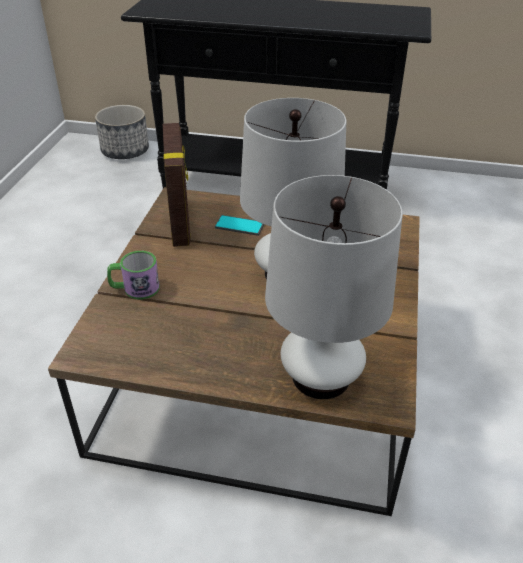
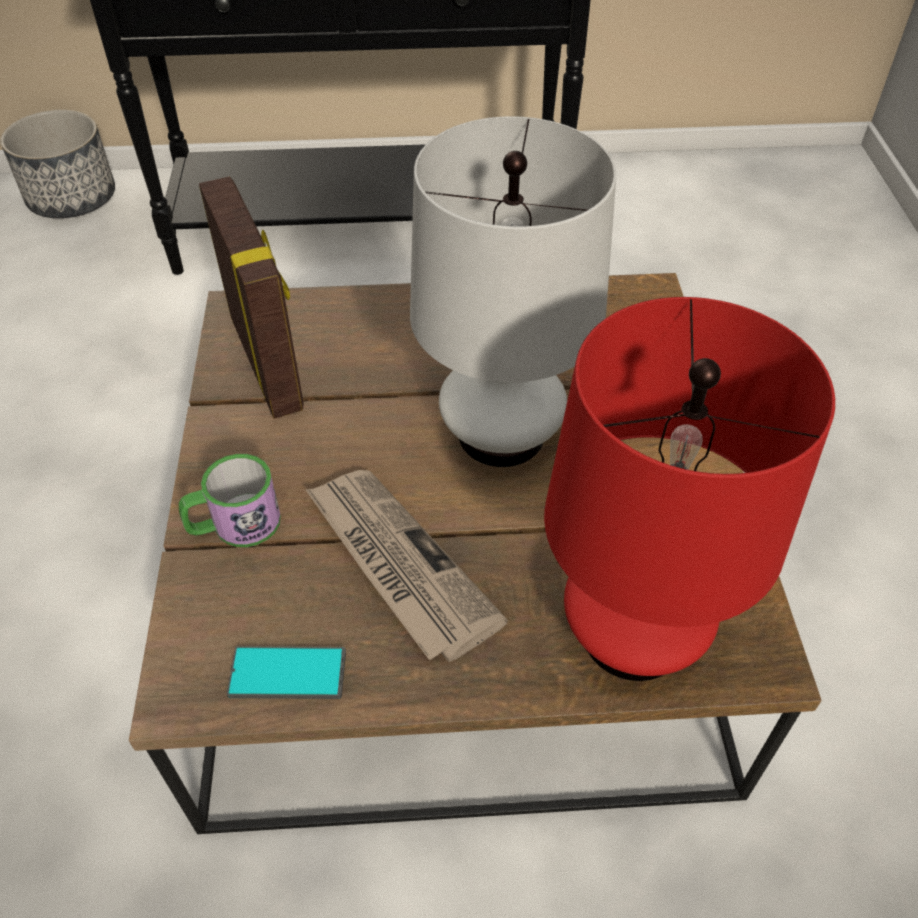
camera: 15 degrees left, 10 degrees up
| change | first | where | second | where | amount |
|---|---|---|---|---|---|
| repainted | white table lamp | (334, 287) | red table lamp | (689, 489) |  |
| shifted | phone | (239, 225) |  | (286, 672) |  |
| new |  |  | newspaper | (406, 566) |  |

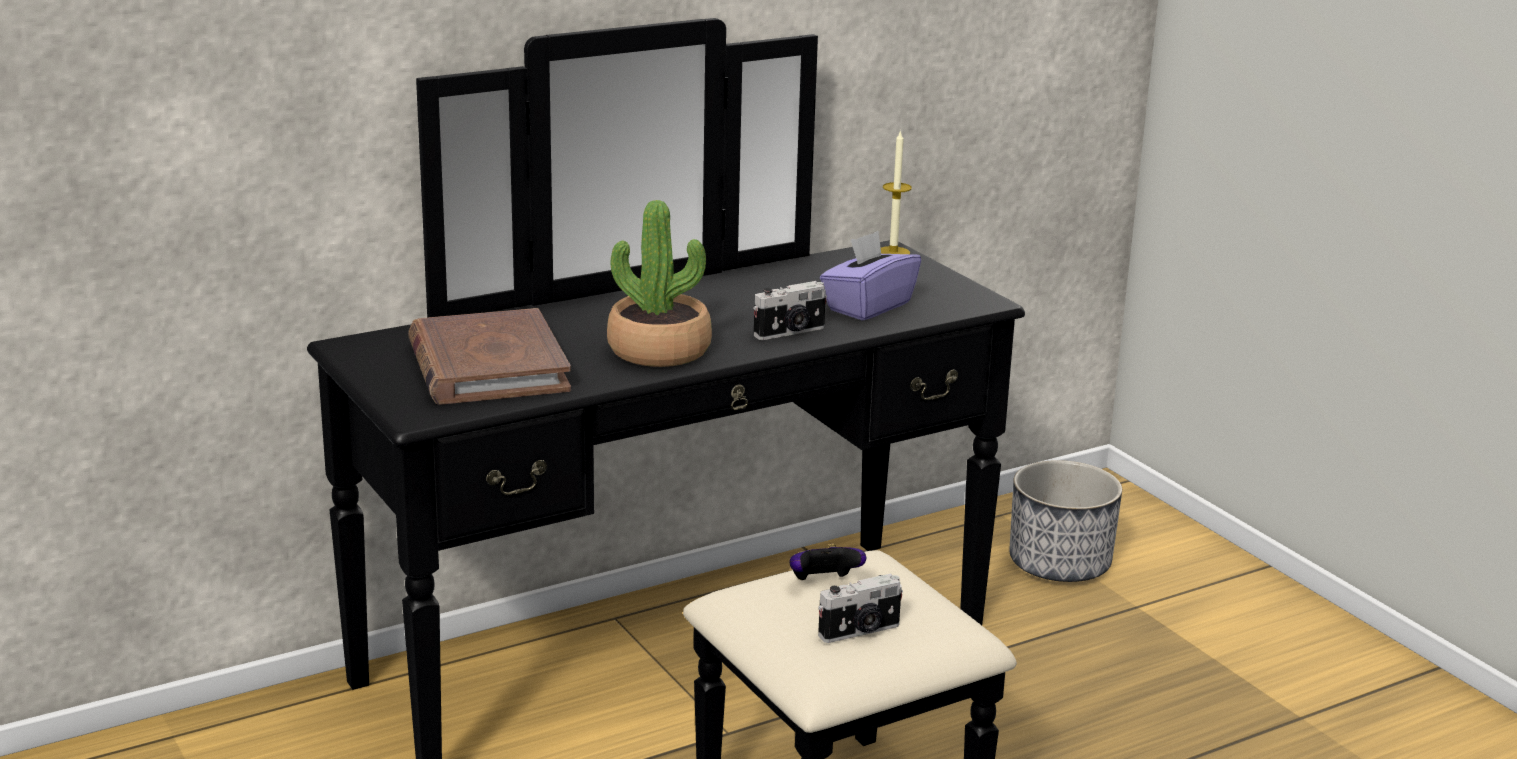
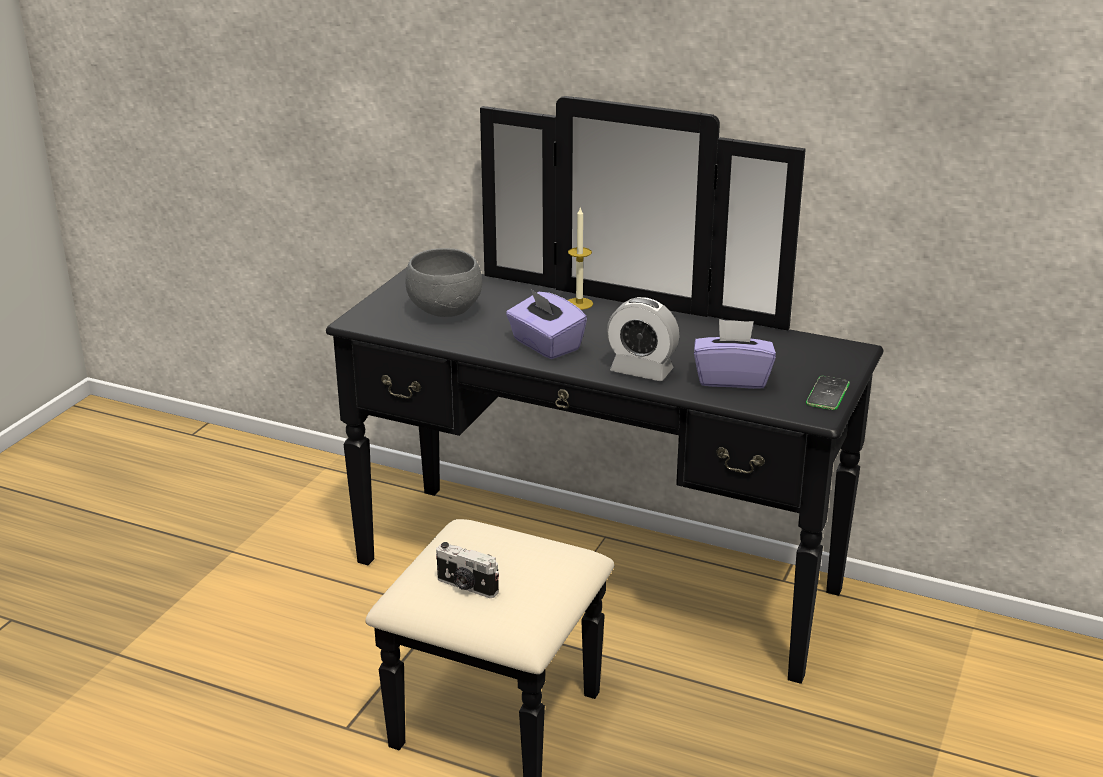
camera: 55 degrees right, 5 degrees up
| change | first | where | second | where | amount |
|---|---|---|---|---|---|
| shifted | candle | (896, 192) |  | (580, 259) |  |
| swapped | potted plant | (659, 283) | purple tissue box | (546, 323) |  |
| swapped | photo camera | (790, 310) | alarm clock | (643, 339) |  |
| swapped | brown book | (489, 356) | grey bowl | (444, 282) |  |
| gone | planter | (1065, 521) |  |  |  |
| gone | game controller | (828, 562) |  |  |  |
| new |  |  | phone | (828, 393) |  |

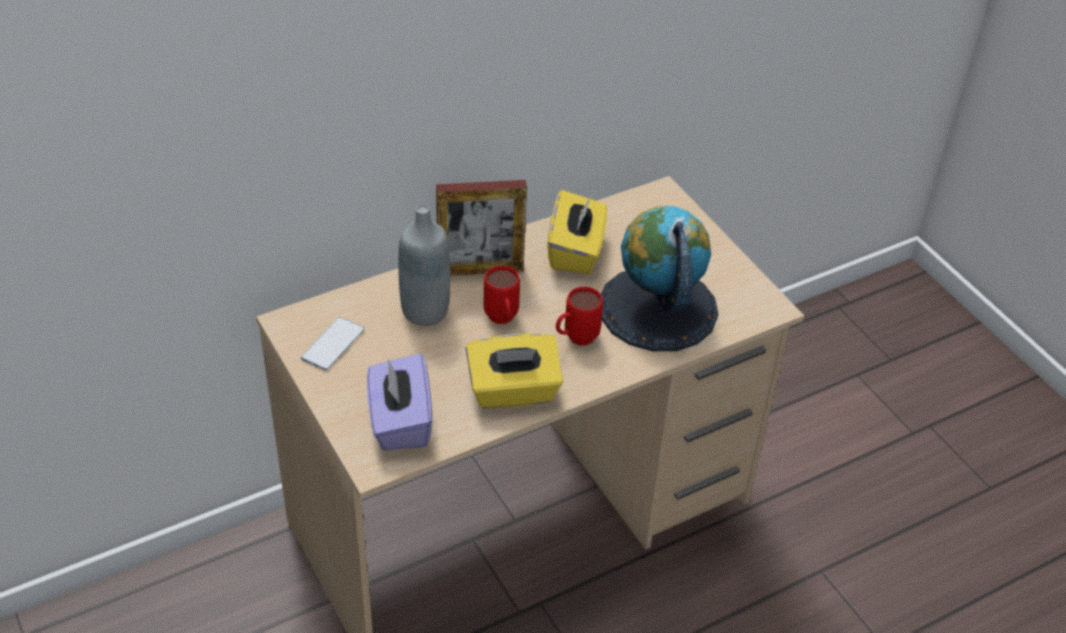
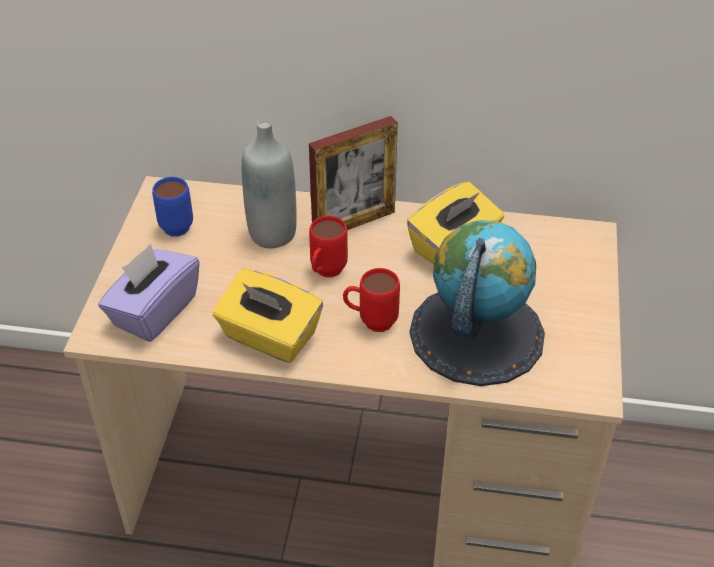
camera: 40 degrees right, 0 degrees up
| change | first | where | second | where | amount |
|---|---|---|---|---|---|
| rotated | picture frame | (481, 228) |  | (353, 173) | 60 degrees counterclockwise |
| swapped | phone | (332, 343) | blue mug | (172, 207) |  |

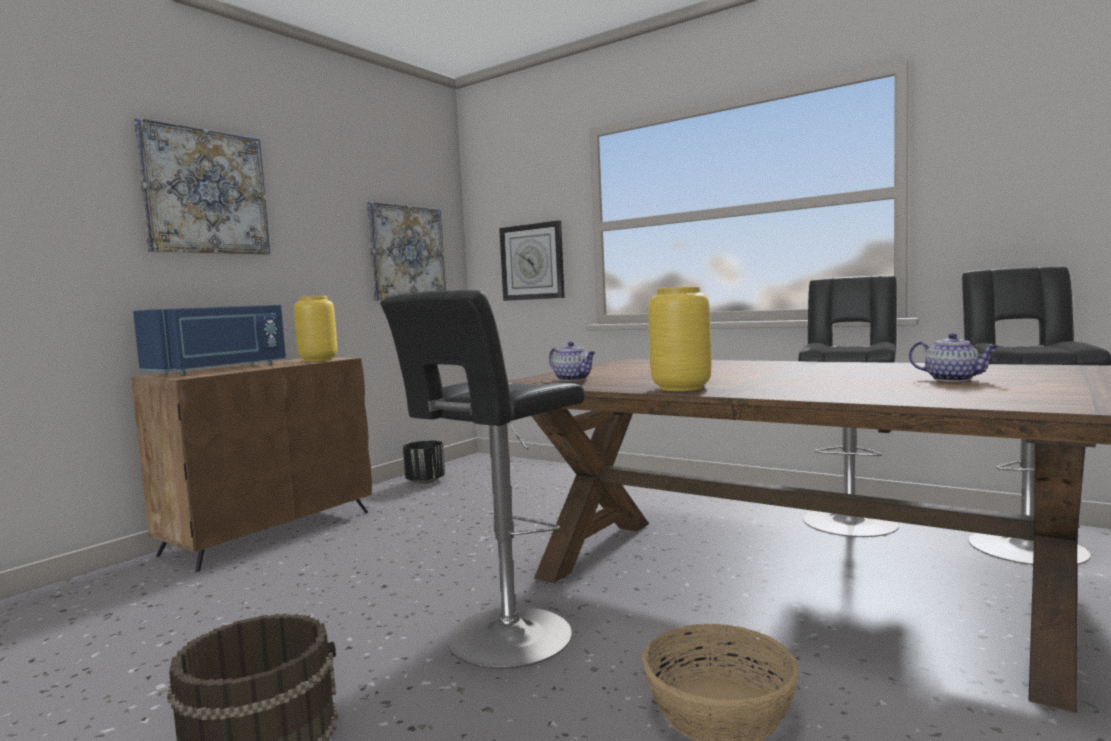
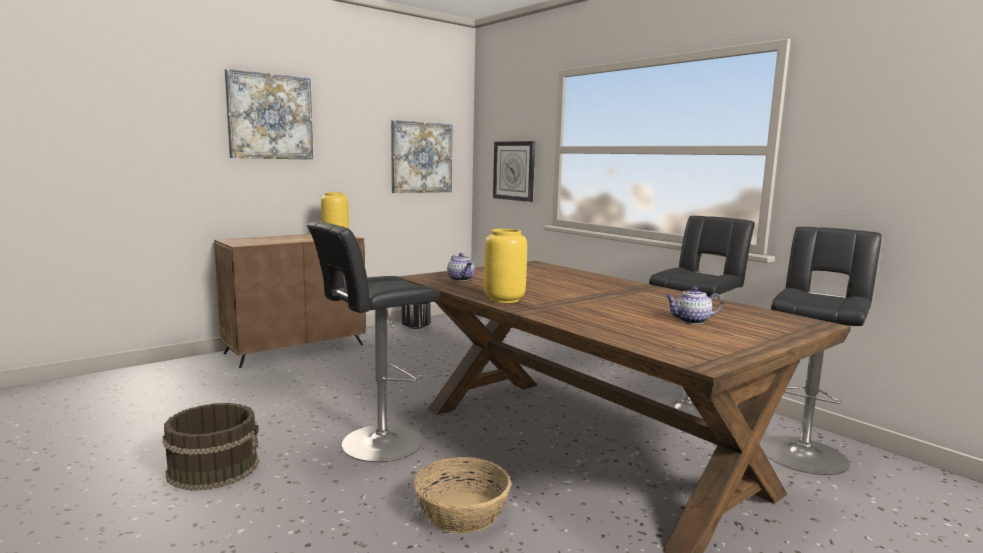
camera: 15 degrees right, 5 degrees up
| change | first | where | second | where | amount |
|---|---|---|---|---|---|
| gone | blue microwave | (209, 340) |  |  |  |
| rotated | teapot | (954, 357) |  | (694, 305) | 120 degrees clockwise |

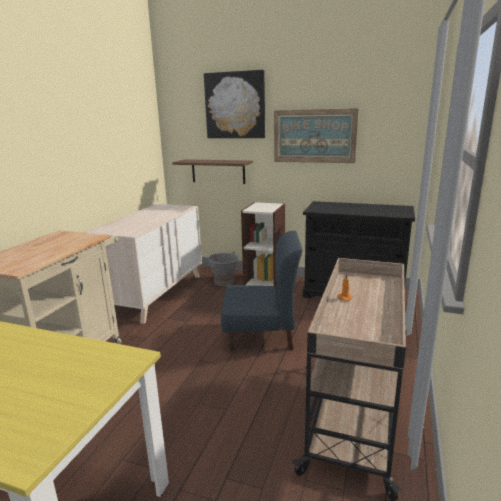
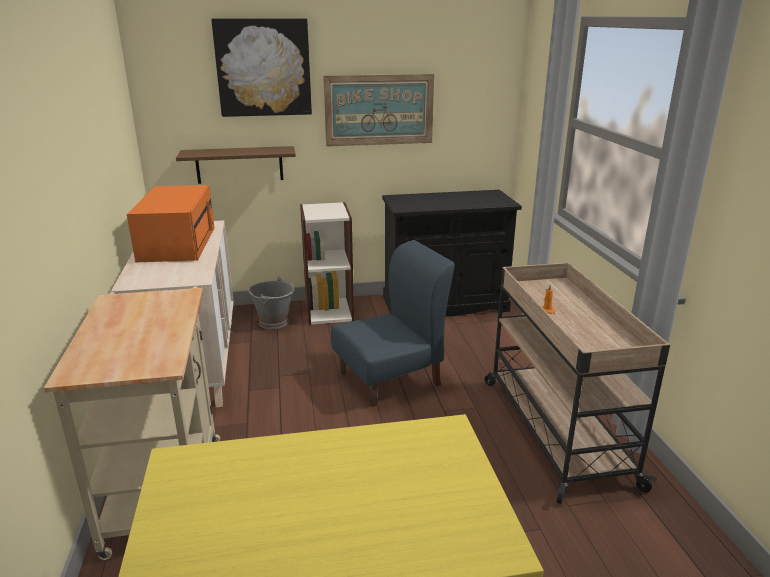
camera: 30 degrees left, 5 degrees up
| change | first | where | second | where | amount |
|---|---|---|---|---|---|
| new |  |  | orange microwave | (171, 224) |  |

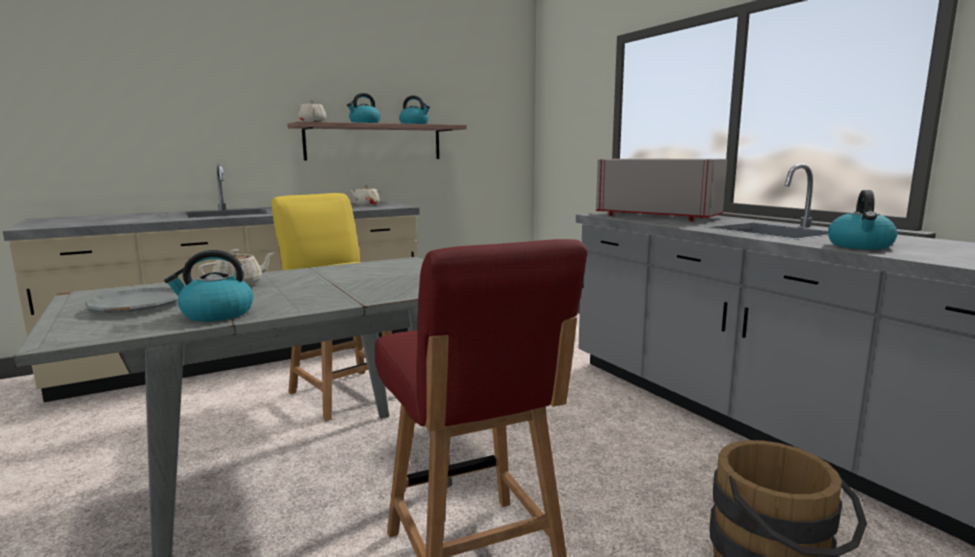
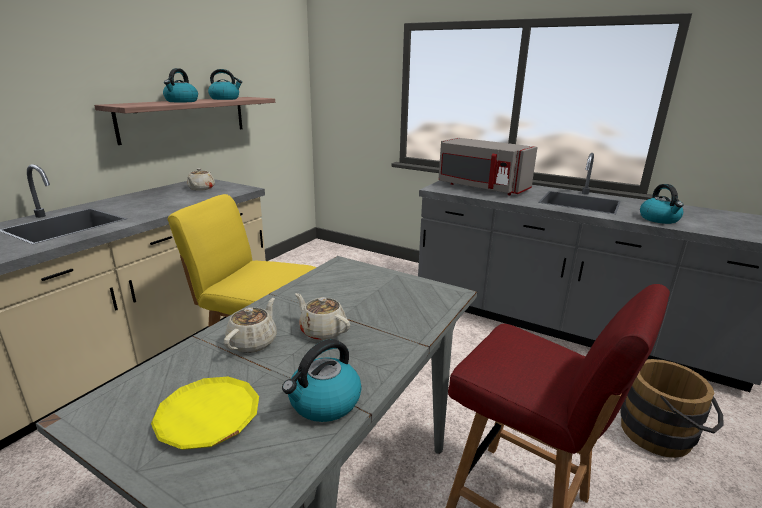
camera: 30 degrees left, 10 degrees up
| change | first | where | second | where | amount |
|---|---|---|---|---|---|
| shifted | beige teapot | (312, 111) |  | (322, 316) |  |
| rotated | grey microwave | (661, 190) |  | (488, 166) | 150 degrees counterclockwise |
| repainted | grey plate | (131, 300) | yellow plate | (205, 413) |  |

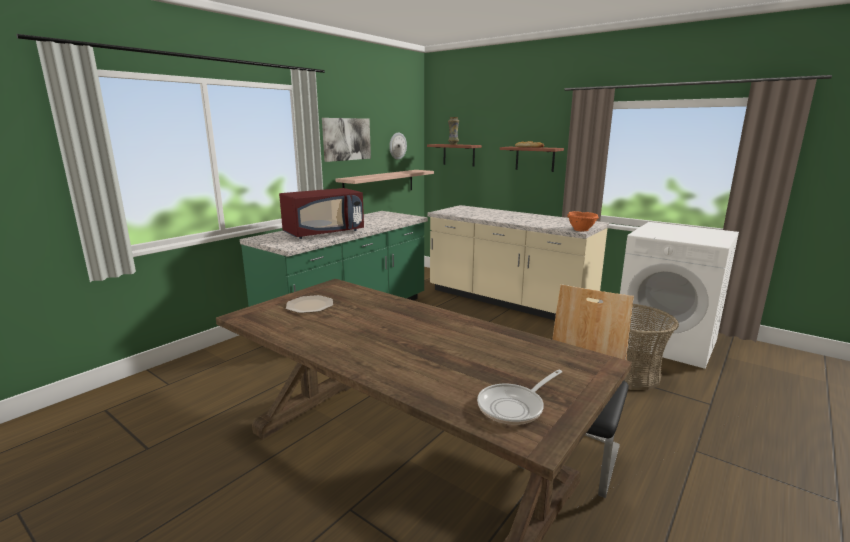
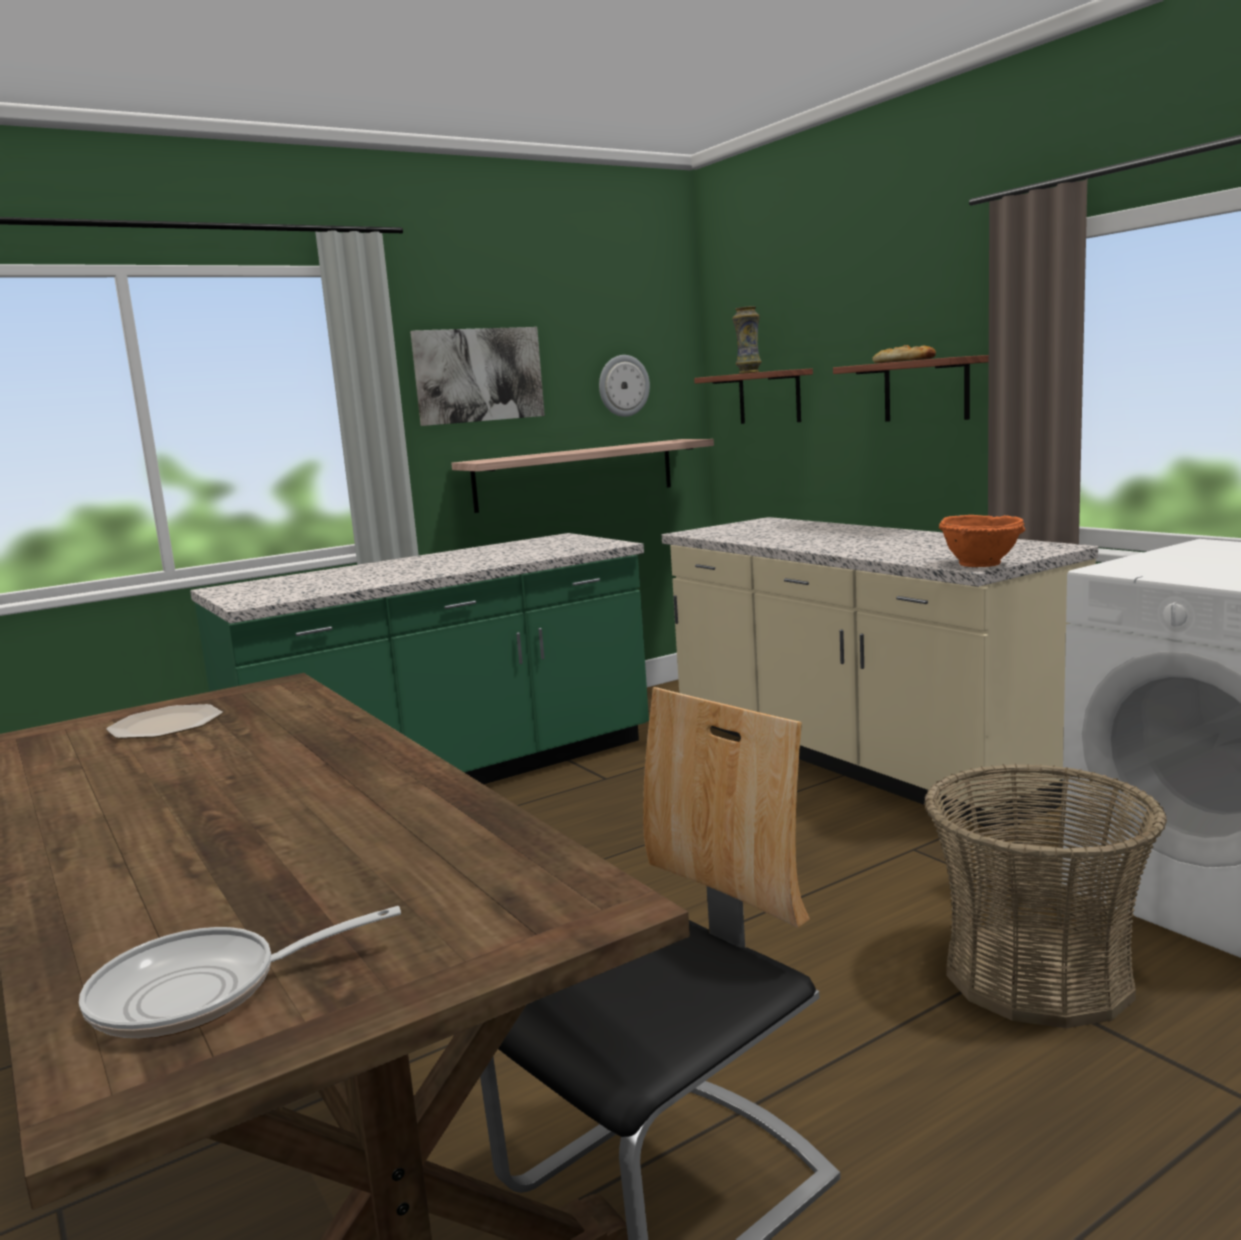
camera: 20 degrees right, 5 degrees down
| change | first | where | second | where | amount |
|---|---|---|---|---|---|
| gone | red microwave | (321, 213) |  |  |  |

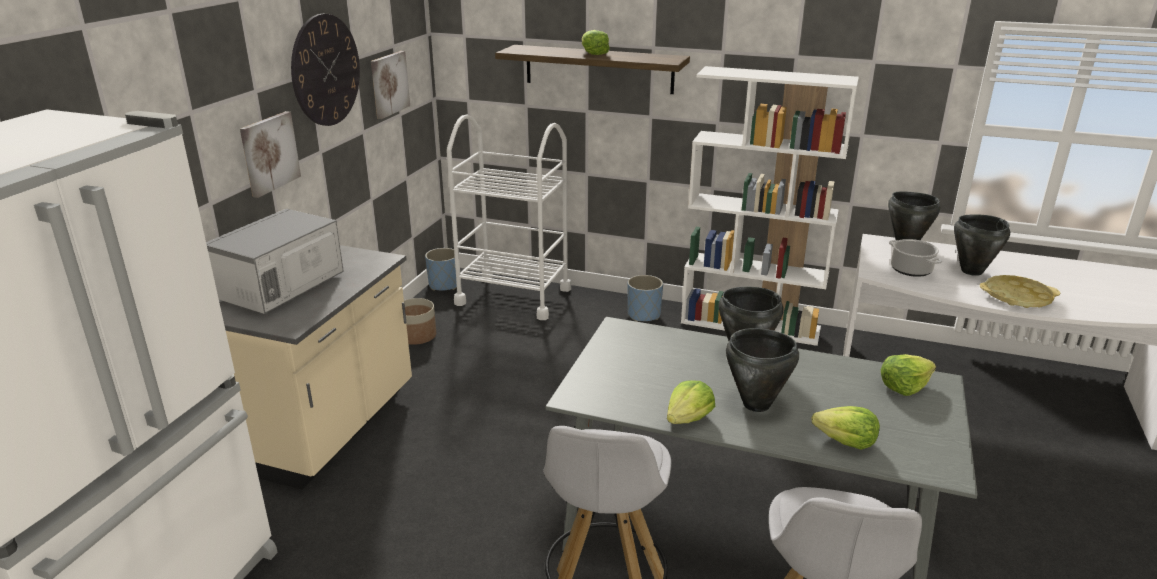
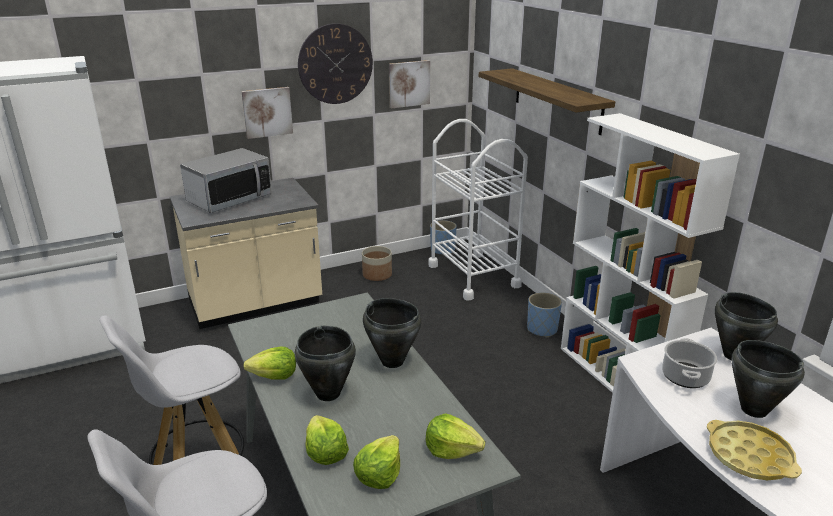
camera: 45 degrees right, 0 degrees up
| change | first | where | second | where | amount |
|---|---|---|---|---|---|
| shifted | lettuce | (596, 42) |  | (376, 462) |  |
| rotated | microwave | (275, 261) |  | (226, 180) | 150 degrees clockwise |

